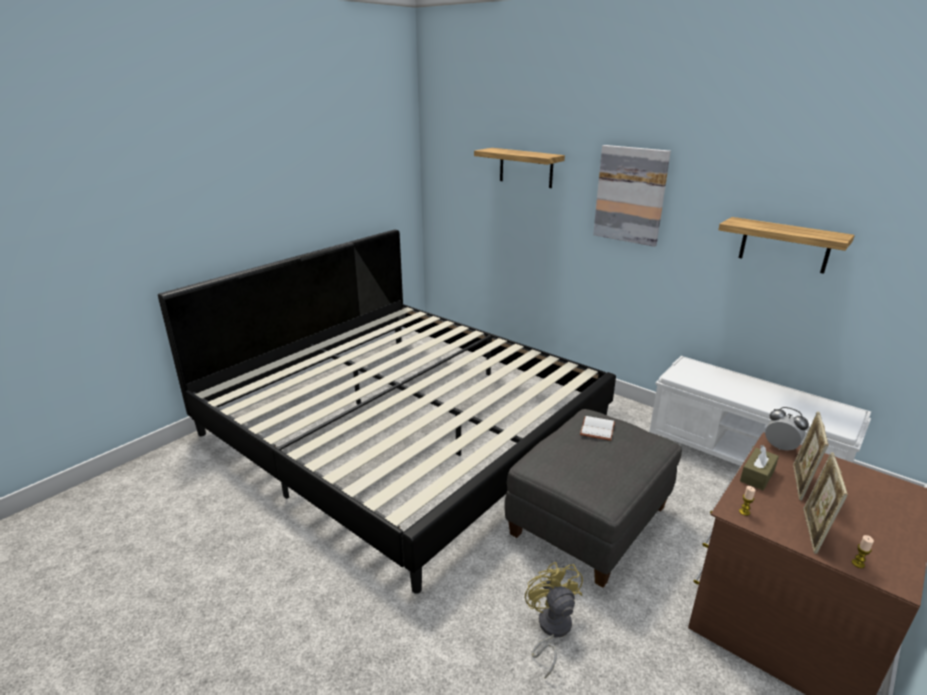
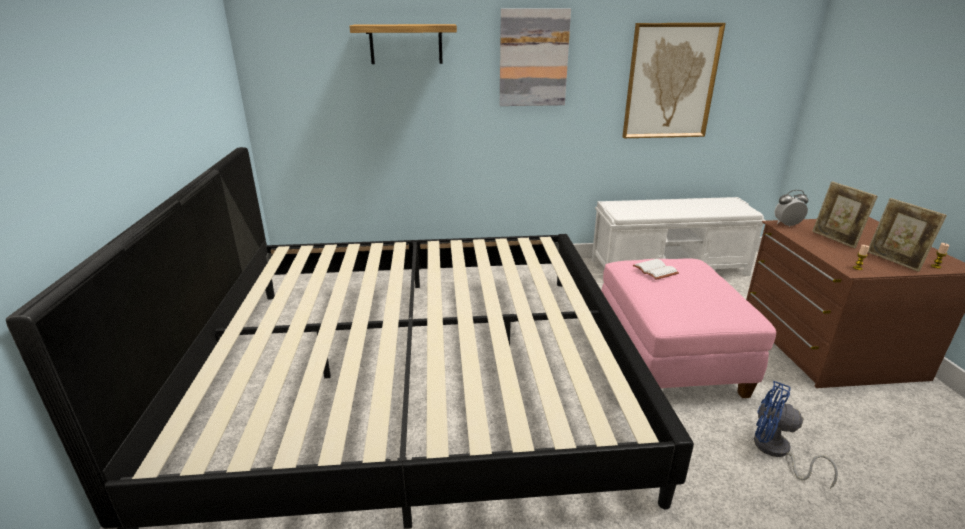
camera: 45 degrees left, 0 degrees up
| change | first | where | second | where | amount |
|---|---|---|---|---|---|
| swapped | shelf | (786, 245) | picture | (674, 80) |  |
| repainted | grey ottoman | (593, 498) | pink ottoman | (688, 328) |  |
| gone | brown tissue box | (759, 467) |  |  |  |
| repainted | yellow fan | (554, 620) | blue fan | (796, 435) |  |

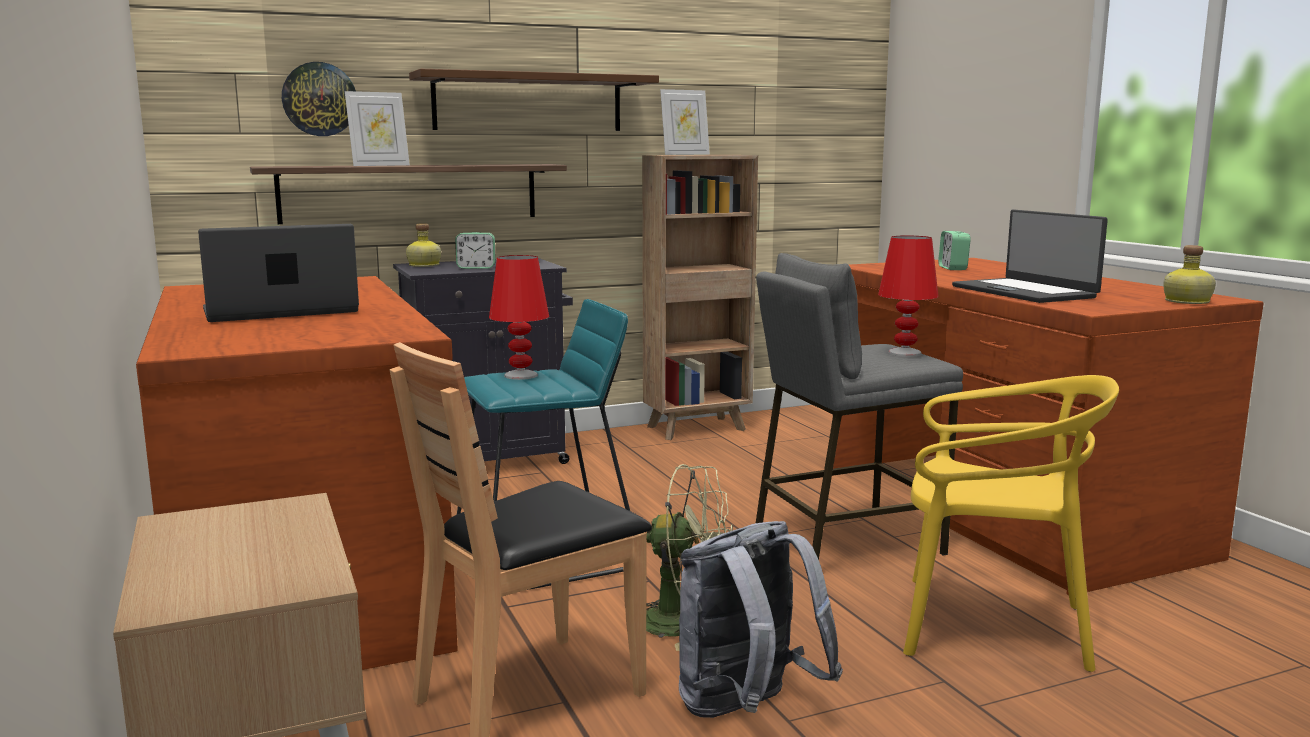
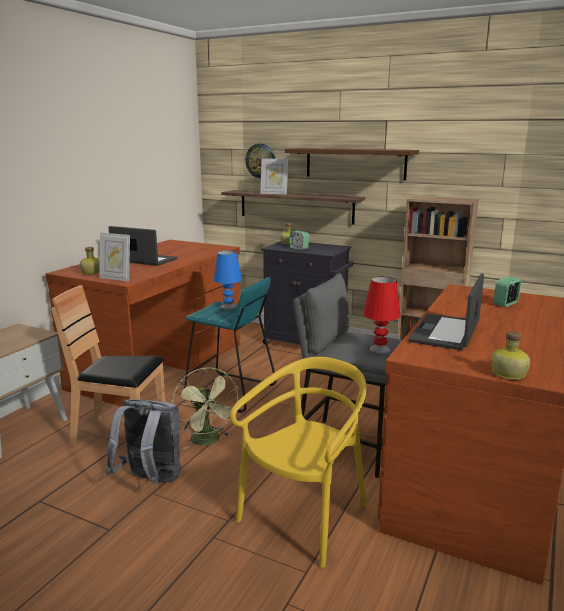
camera: 50 degrees right, 5 degrees up
| change | first | where | second | where | amount |
|---|---|---|---|---|---|
| shifted | picture frame | (685, 122) |  | (114, 257) |  |
| repainted | red table lamp | (519, 317) | blue table lamp | (228, 279) |  |
| rotated | yellow chair | (1011, 523) |  | (298, 462) | 120 degrees counterclockwise |
| new |  |  | bottle | (90, 261) |  |

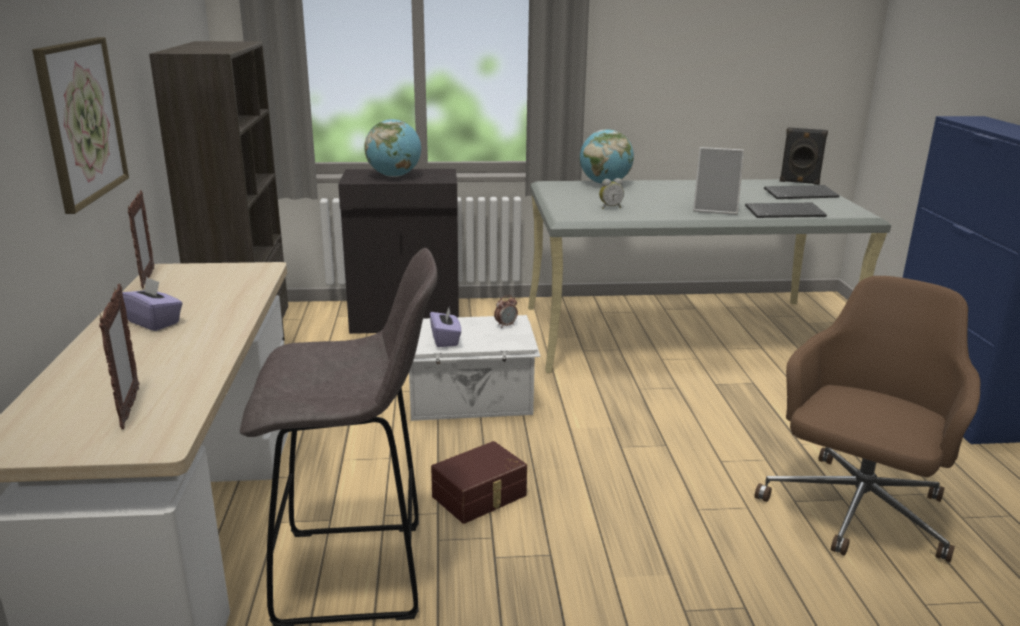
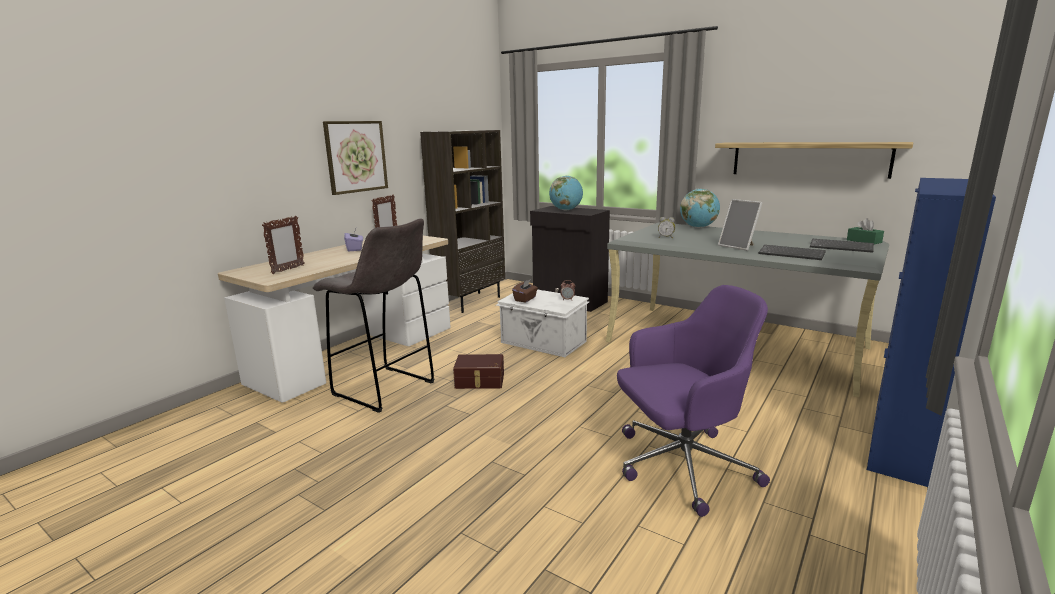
camera: 40 degrees right, 5 degrees down
| change | first | where | second | where | amount |
|---|---|---|---|---|---|
| swapped | black speaker | (804, 156) | green tissue box | (865, 231) |  |
| repainted | brown office chair | (868, 419) | purple office chair | (693, 401) |  |
| repainted | purple tissue box | (445, 327) | brown tissue box | (525, 291) |  |
| new |  |  | shelf | (814, 160) |  |

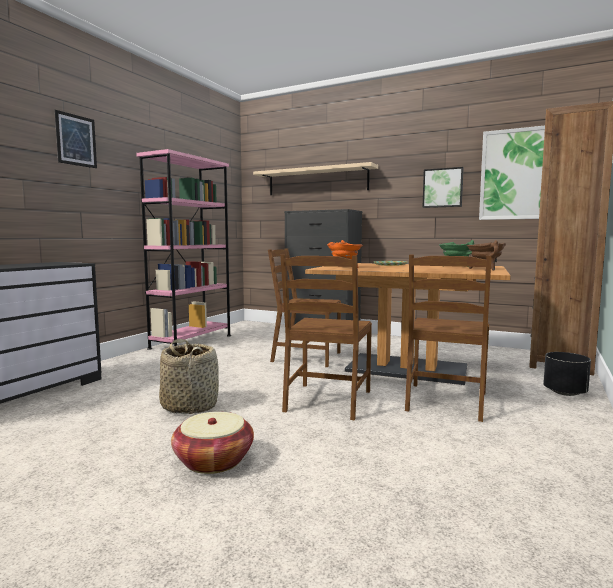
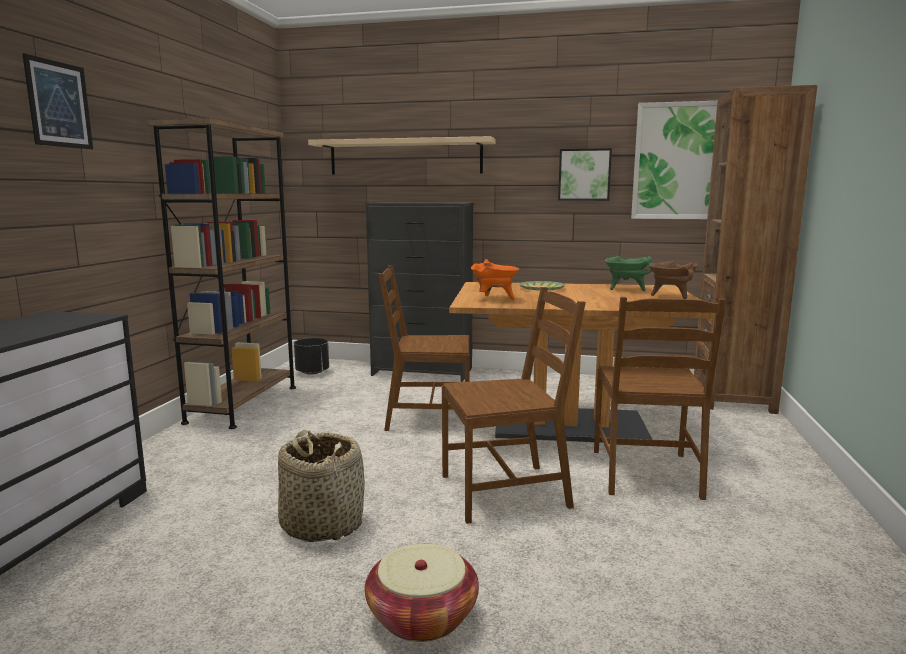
camera: 15 degrees left, 5 degrees up
| change | first | where | second | where | amount |
|---|---|---|---|---|---|
| repainted | pink bookcase | (184, 249) | brown bookcase | (222, 273) |  |
| rotated | brown chair | (326, 337) |  | (514, 405) | 105 degrees counterclockwise |
| shifted | black planter | (567, 374) |  | (311, 356) |  |

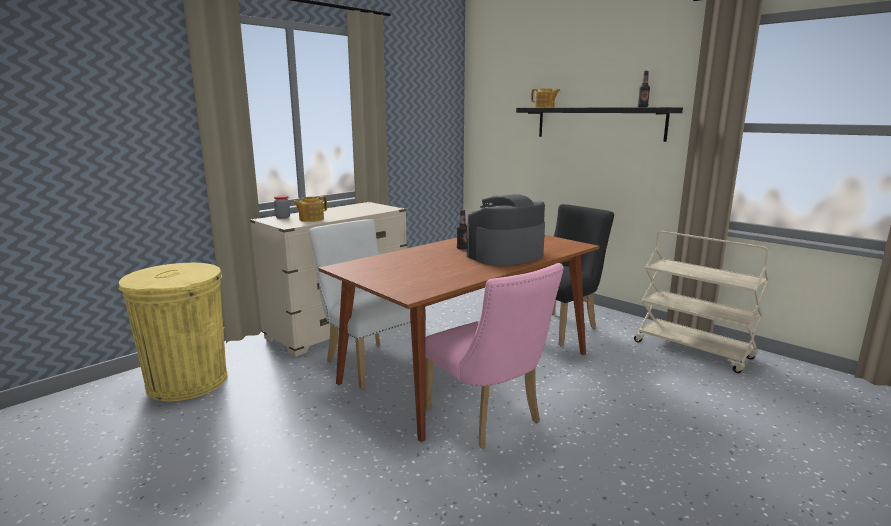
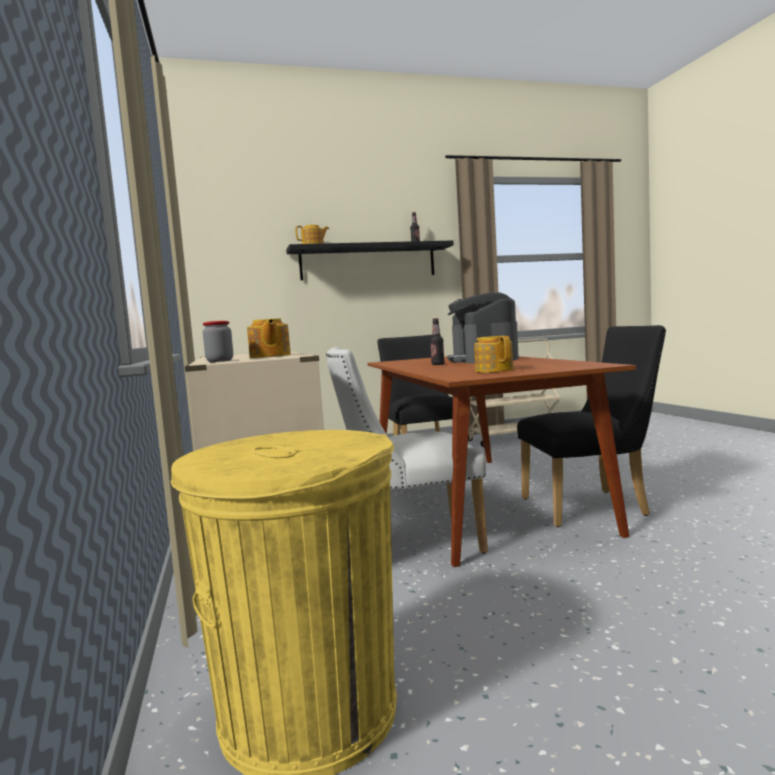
camera: 60 degrees left, 10 degrees down
| change | first | where | second | where | amount |
|---|---|---|---|---|---|
| repainted | pink chair | (495, 355) | black chair | (591, 426) |  |
| new |  |  | teapot | (493, 354) |  |

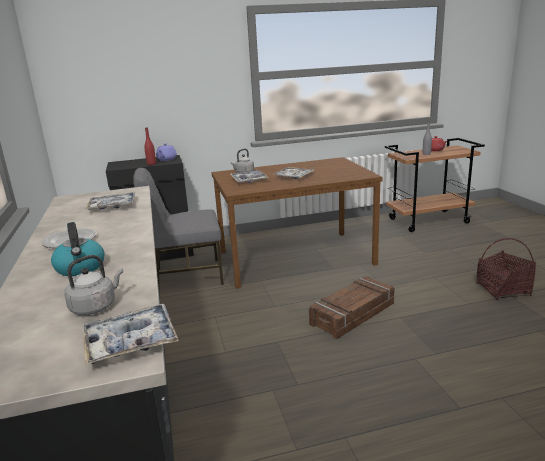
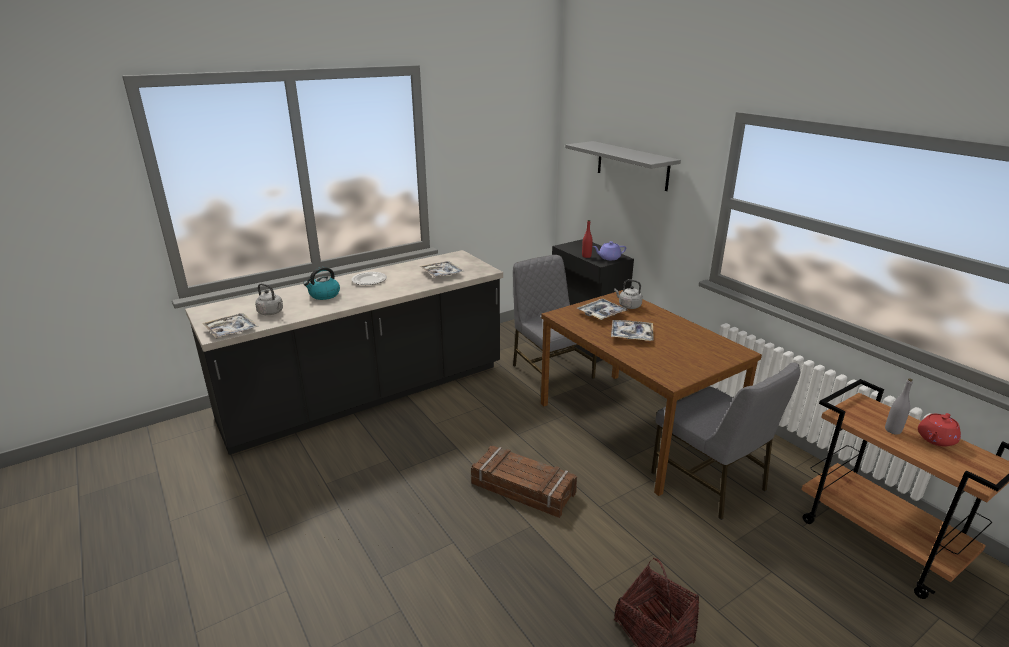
camera: 70 degrees right, 5 degrees up
| change | first | where | second | where | amount |
|---|---|---|---|---|---|
| new |  |  | grey shelf | (623, 166) |  |
| new |  |  | grey chair | (725, 441) |  |

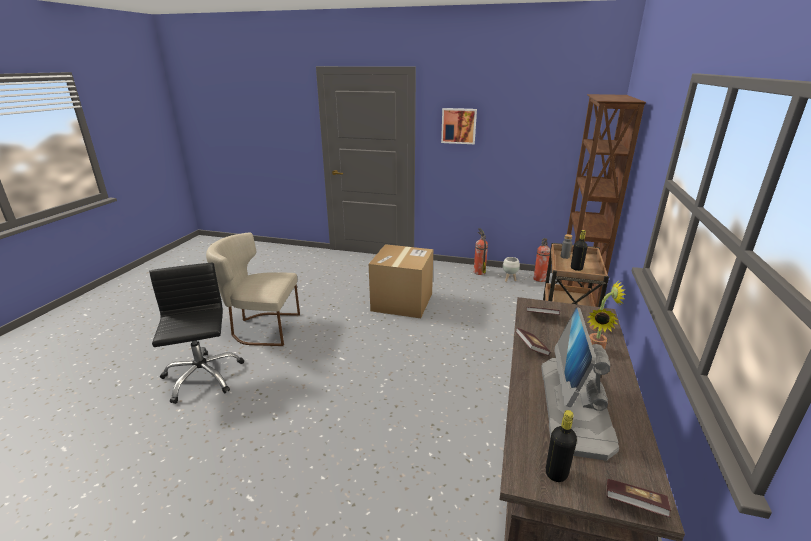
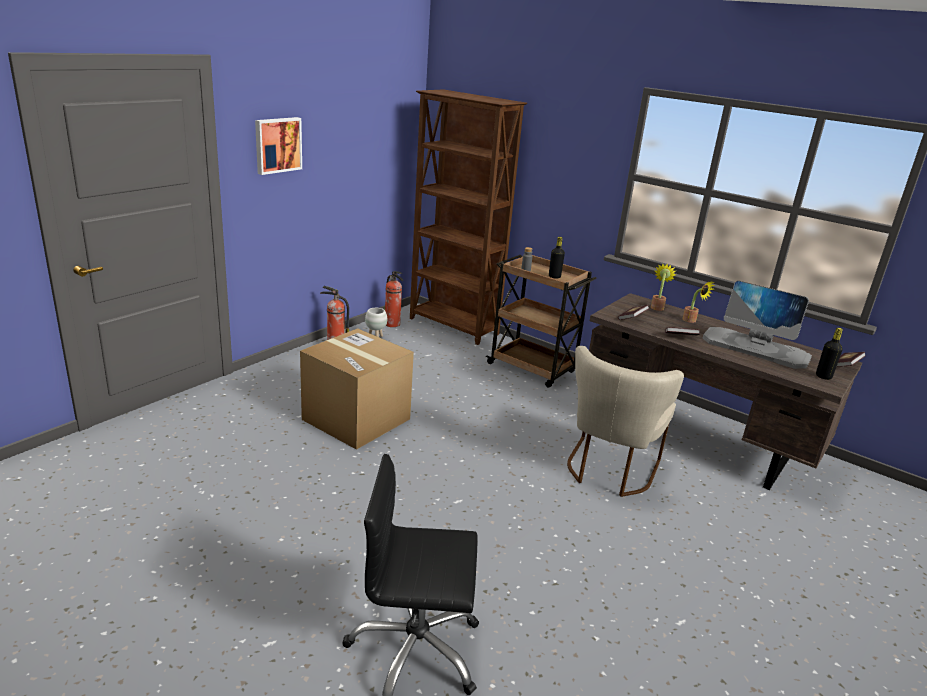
camera: 70 degrees left, 0 degrees up
| change | first | where | second | where | amount |
|---|---|---|---|---|---|
| shifted | beige chair | (253, 289) |  | (625, 421) |  |

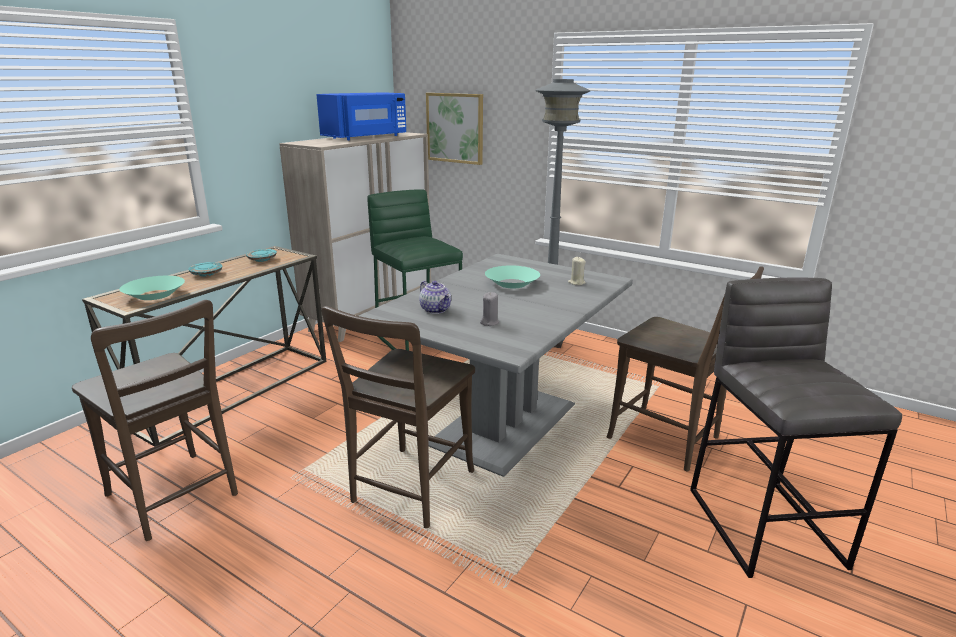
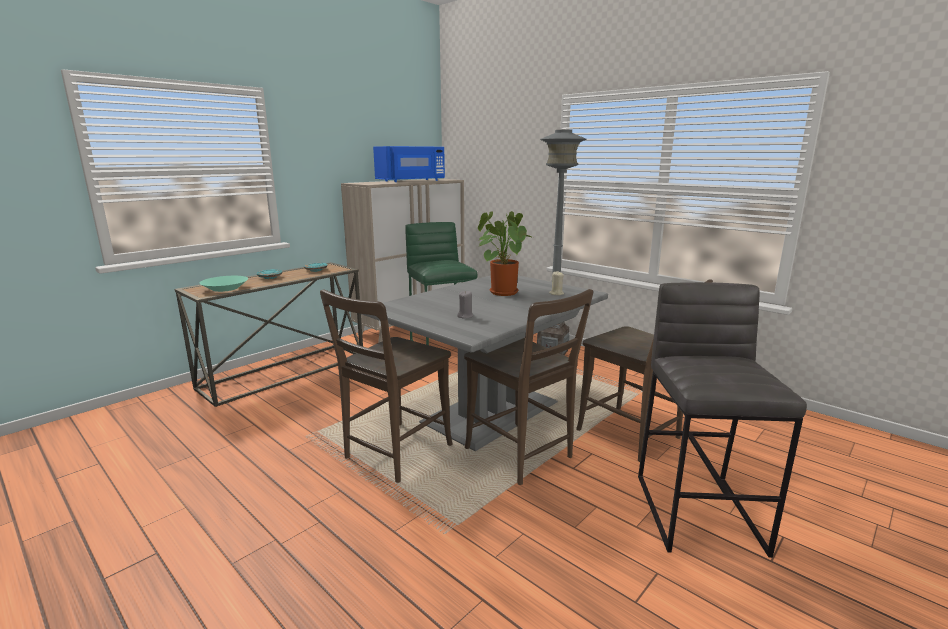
camera: 10 degrees right, 5 degrees down
| change | first | where | second | where | amount |
|---|---|---|---|---|---|
| gone | picture | (454, 129) |  |  |  |
| swapped | turquoise bowl | (512, 277) | potted plant | (505, 253) |  |
| gone | teapot | (435, 297) |  |  |  |
| shifted | brown chair | (155, 420) |  | (528, 387) |  |

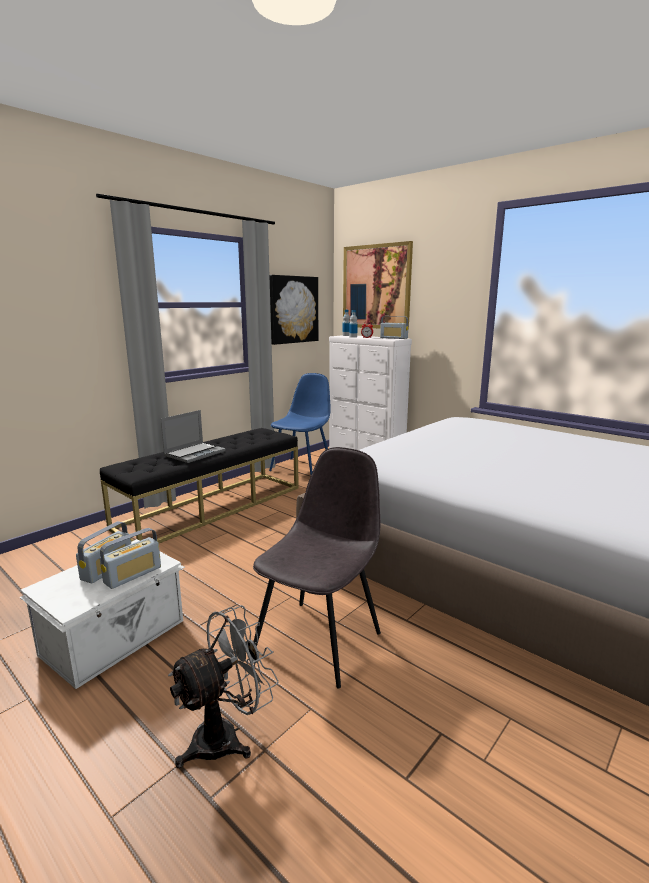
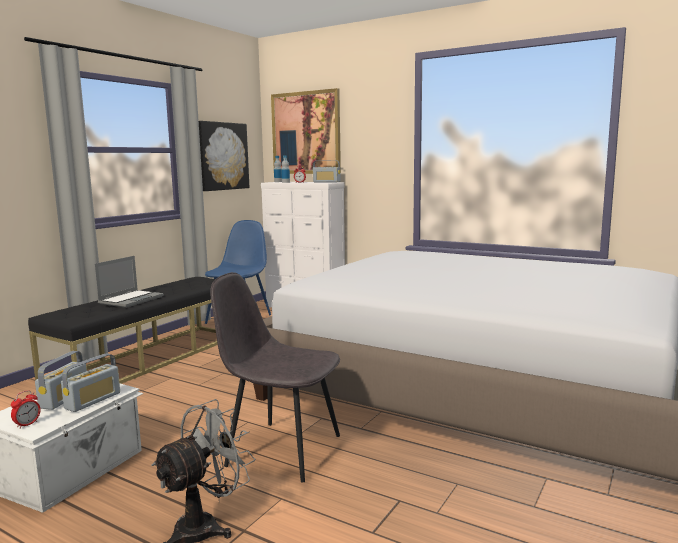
camera: 10 degrees left, 5 degrees down
| change | first | where | second | where | amount |
|---|---|---|---|---|---|
| rotated | grey chair | (317, 567) |  | (275, 377) | 90 degrees counterclockwise |
| new |  |  | alarm clock | (26, 409) |  |

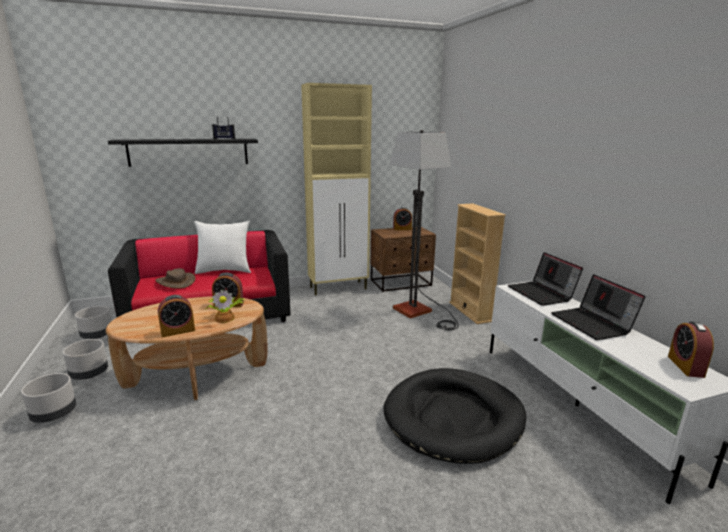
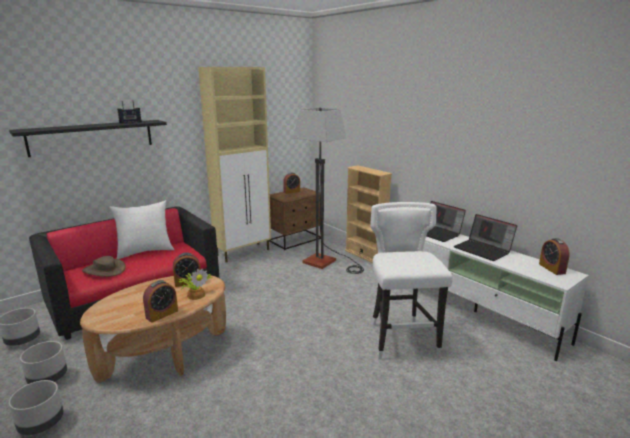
camera: 20 degrees left, 0 degrees up
| change | first | where | second | where | amount |
|---|---|---|---|---|---|
| swapped | black dog bed | (455, 416) | white stool | (411, 280) |  |

